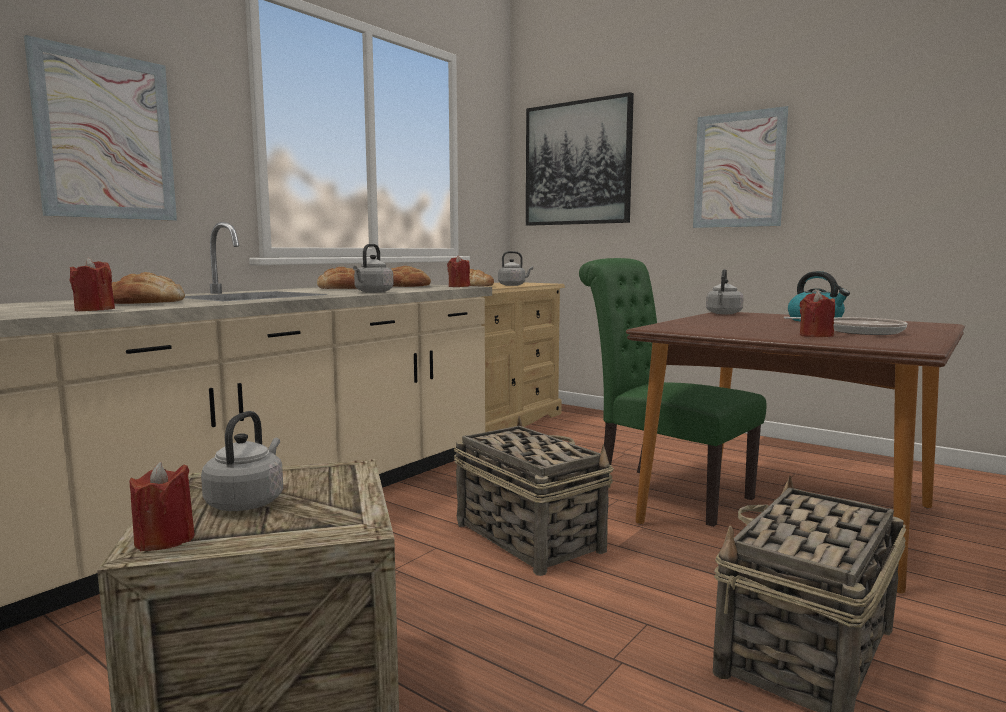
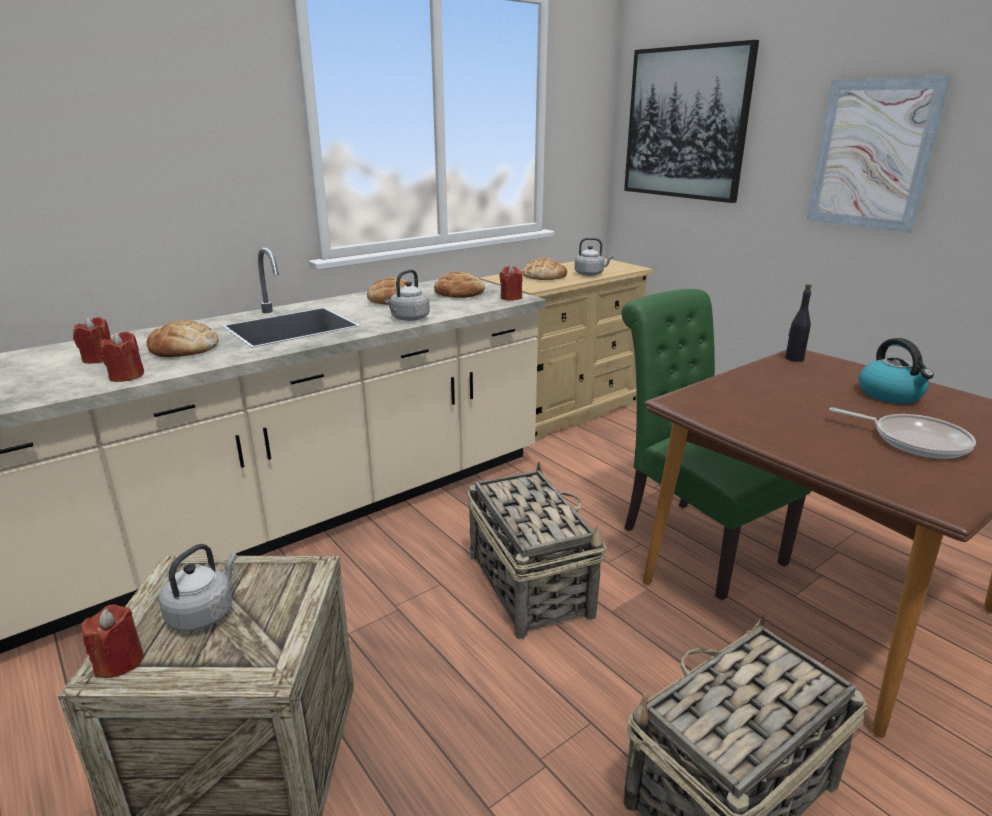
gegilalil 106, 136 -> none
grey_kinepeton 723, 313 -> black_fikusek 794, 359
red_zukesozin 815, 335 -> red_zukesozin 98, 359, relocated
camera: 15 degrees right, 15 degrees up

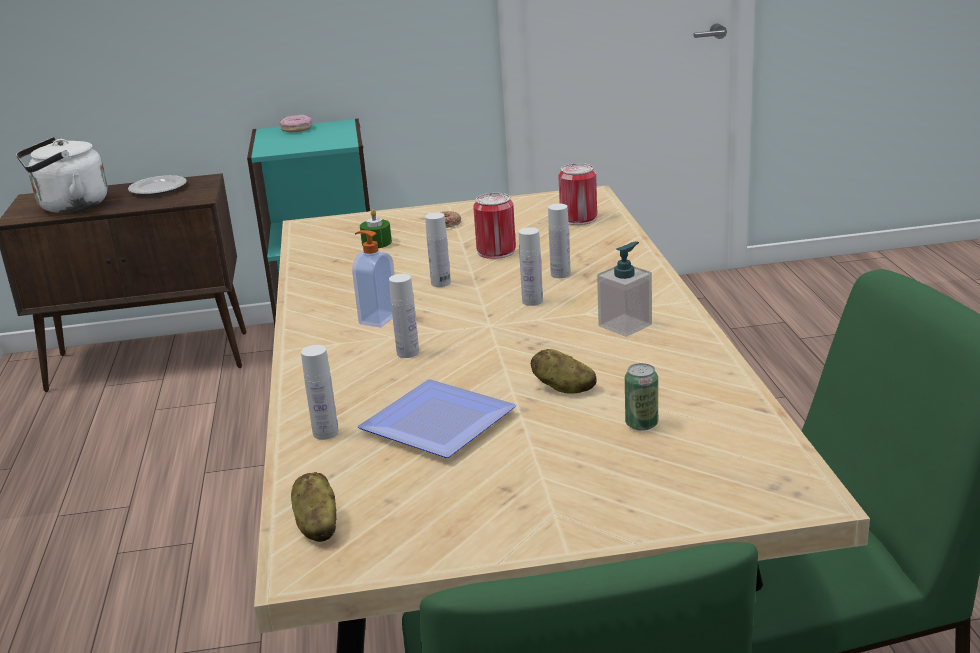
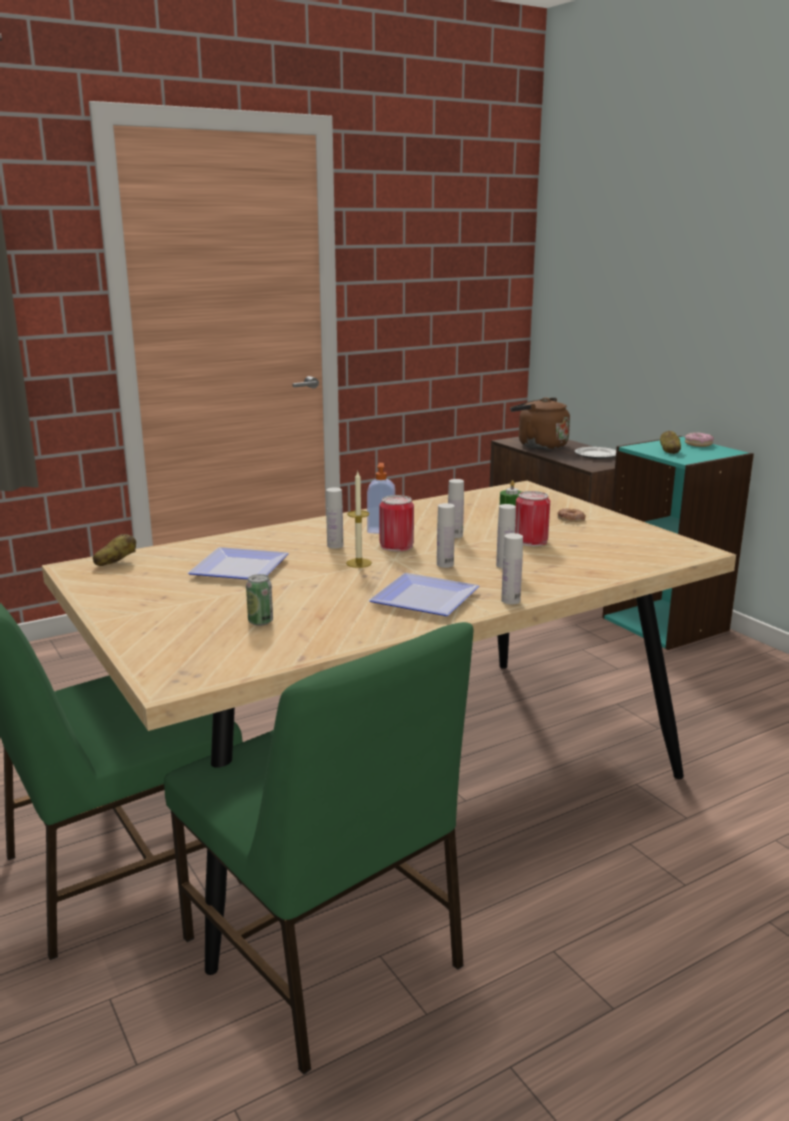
white_kinepeton 69, 207 -> brown_kinepeton 539, 446
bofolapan 578, 219 -> bofolapan 396, 546, relocated
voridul 625, 325 -> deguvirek 423, 597
white_fikusek 325, 433 -> white_fikusek 510, 600, relocated
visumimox 563, 388 -> visumimox 669, 451, relocated
none -> zukesozin 359, 563
camera: 65 degrees right, 5 degrees down

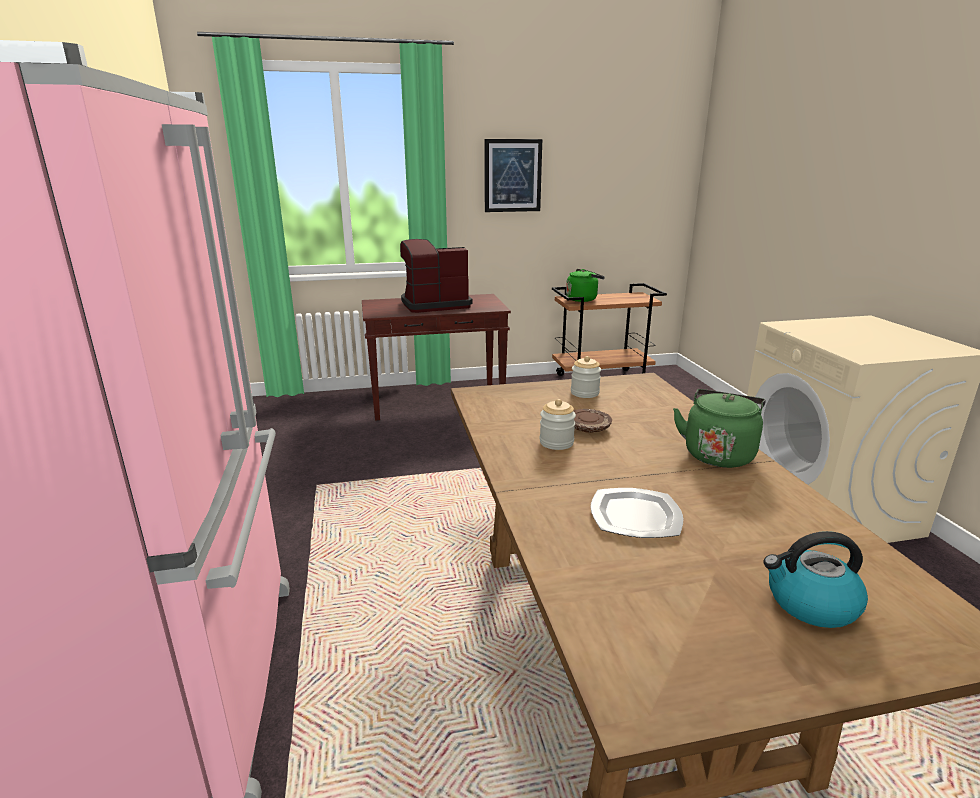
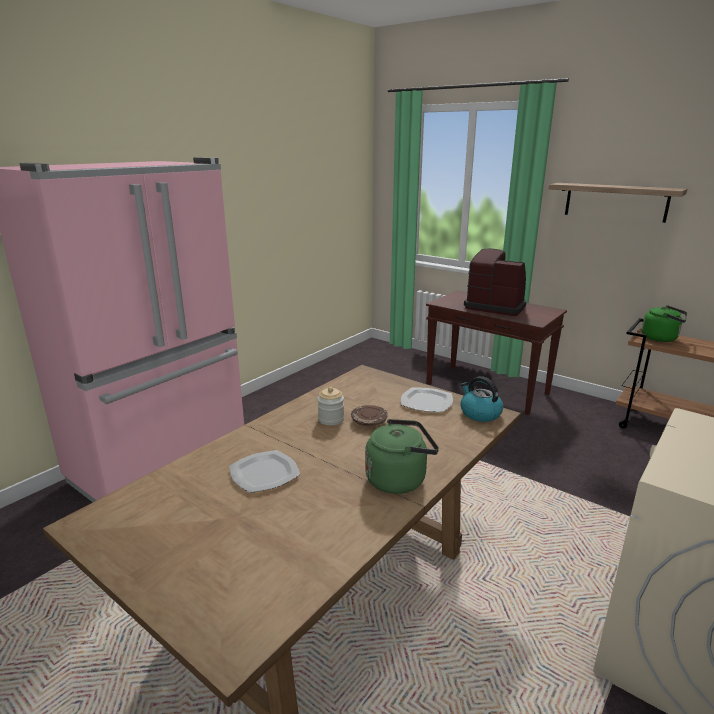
gegilalil 512, 176 -> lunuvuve 615, 202
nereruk 584, 393 -> deguvirek 427, 402
kinepeton 810, 603 -> kinepeton 479, 413, relocated
camera: 50 degrees right, 0 degrees up

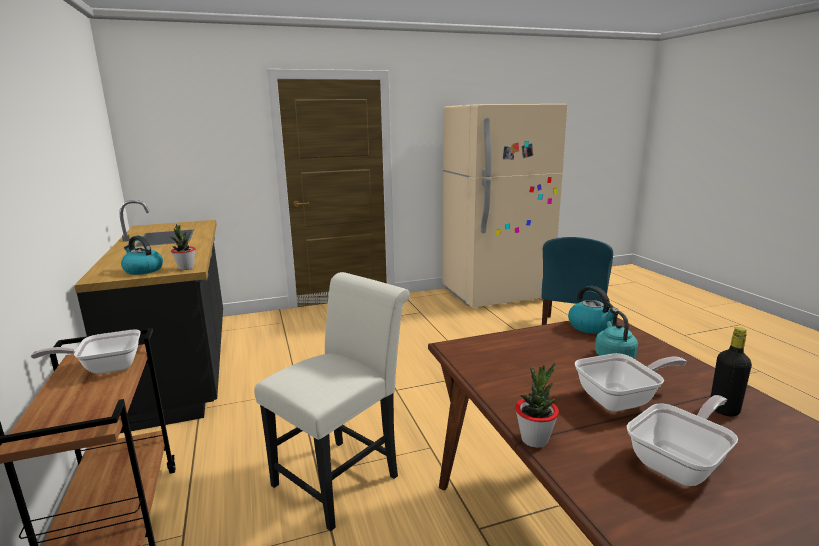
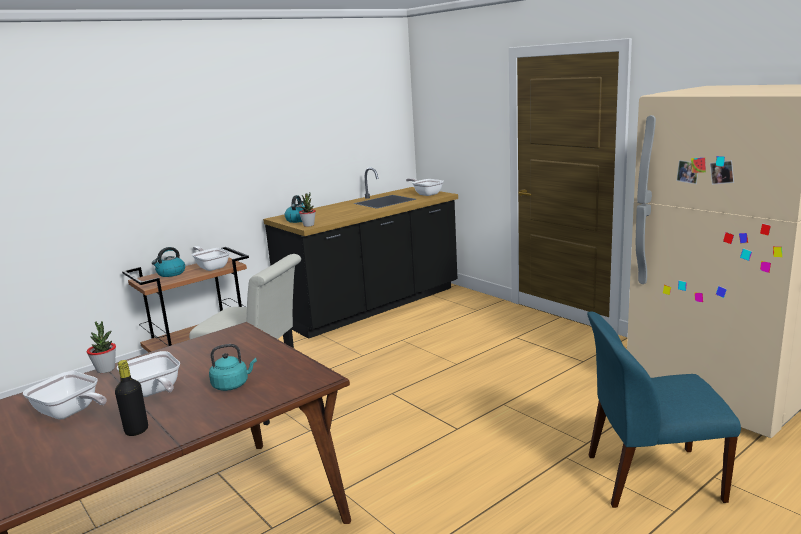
kinepeton 591, 327 -> kinepeton 171, 273, relocated
none -> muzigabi 426, 194
camera: 70 degrees right, 0 degrees up

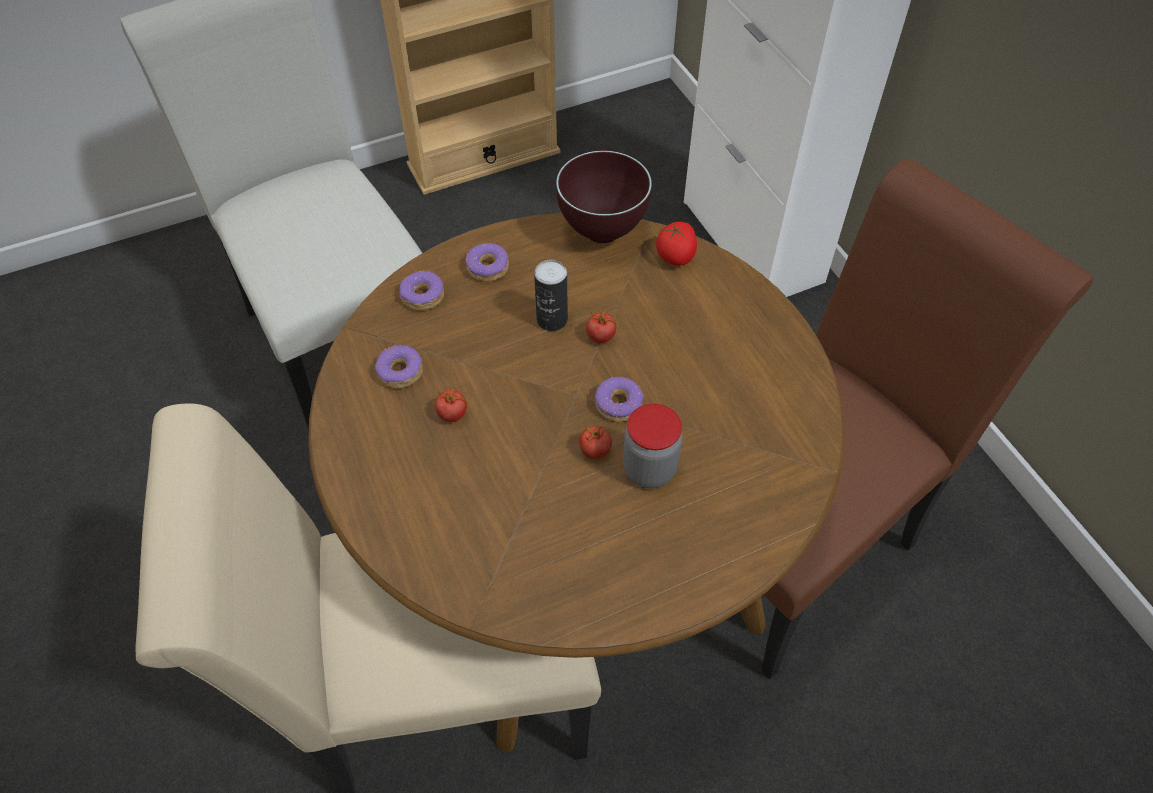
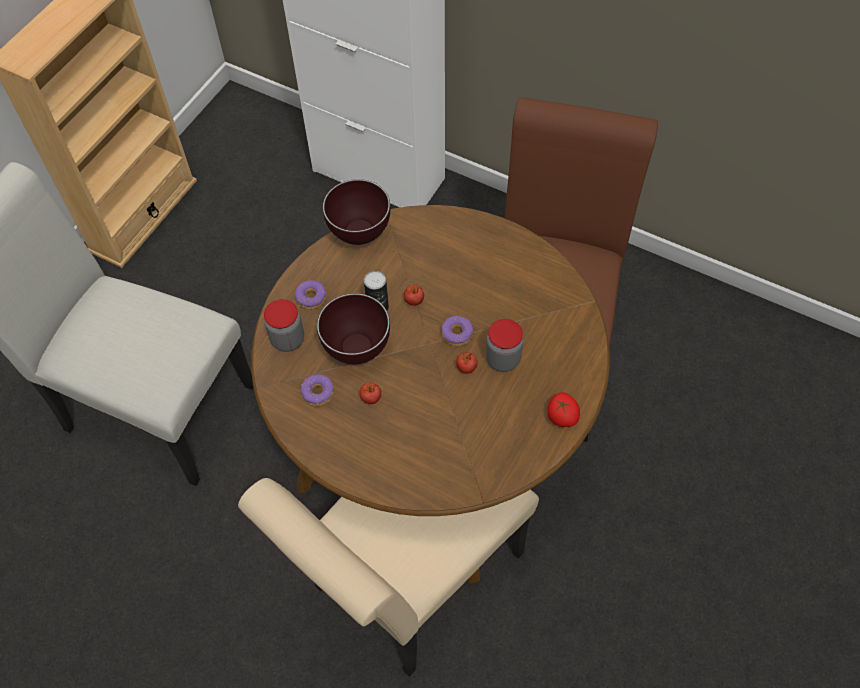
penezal 676, 256 -> penezal 561, 416, relocated
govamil 422, 296 -> nereruk 288, 340
none -> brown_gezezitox 359, 350
camera: 35 degrees left, 5 degrees up

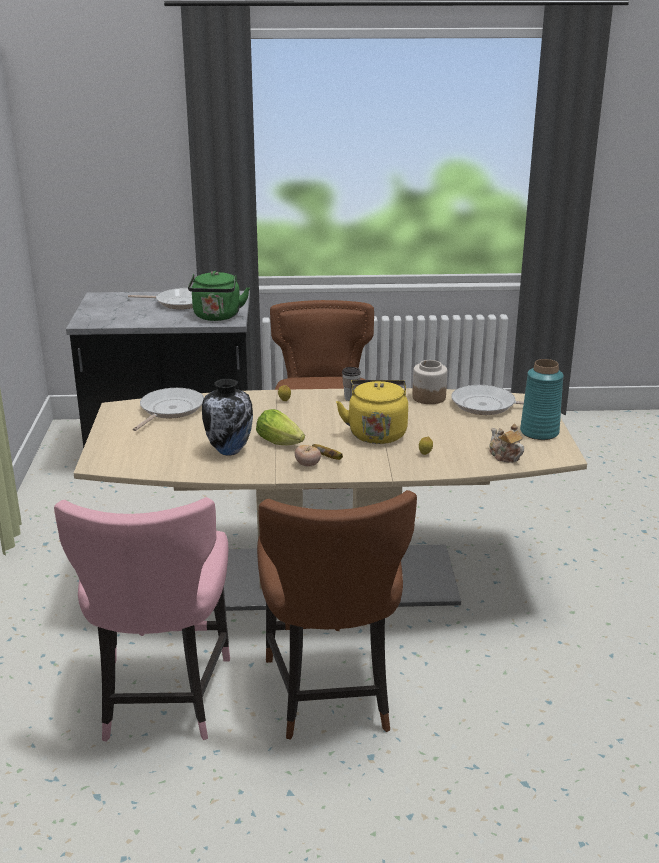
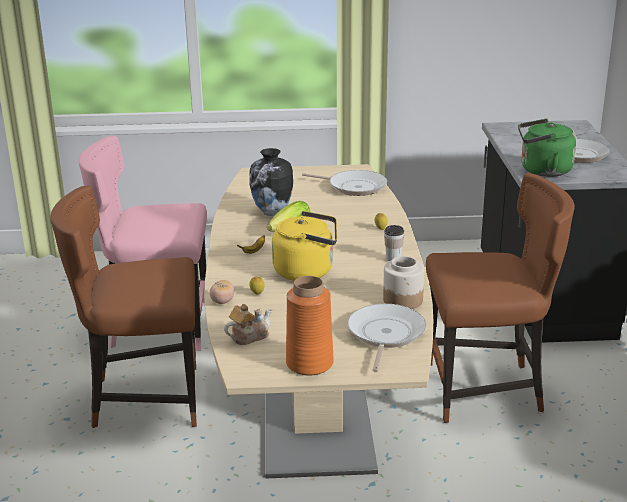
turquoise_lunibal 539, 432 -> orange_lunibal 309, 363
penezal 307, 465 -> penezal 222, 302, relocated
camera: 90 degrees right, 0 degrees up

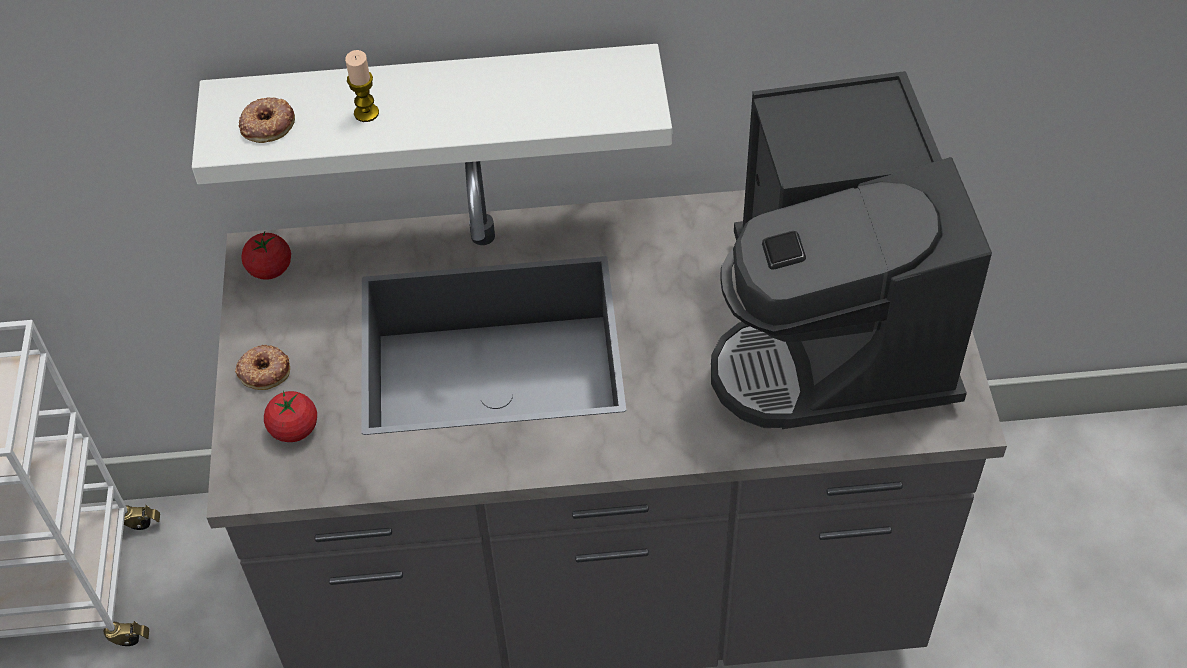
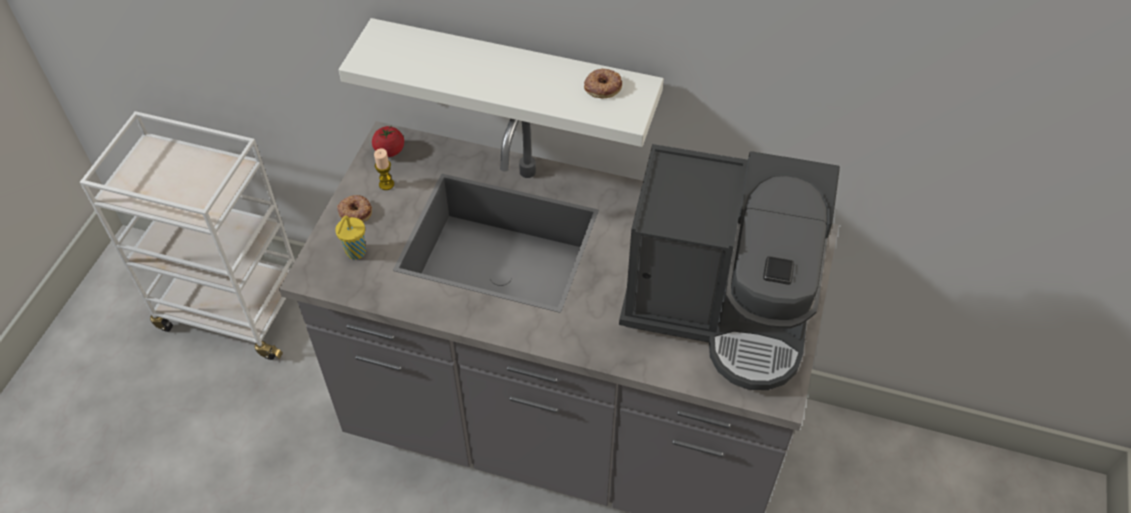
zukesozin 366, 113 -> zukesozin 386, 184, relocated
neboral 832, 331 -> neboral 721, 307, 90 degrees counterclockwise
govamil 267, 124 -> govamil 602, 86, relocated
penezal 294, 429 -> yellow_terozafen 355, 253
camera: 20 degrees right, 0 degrees up

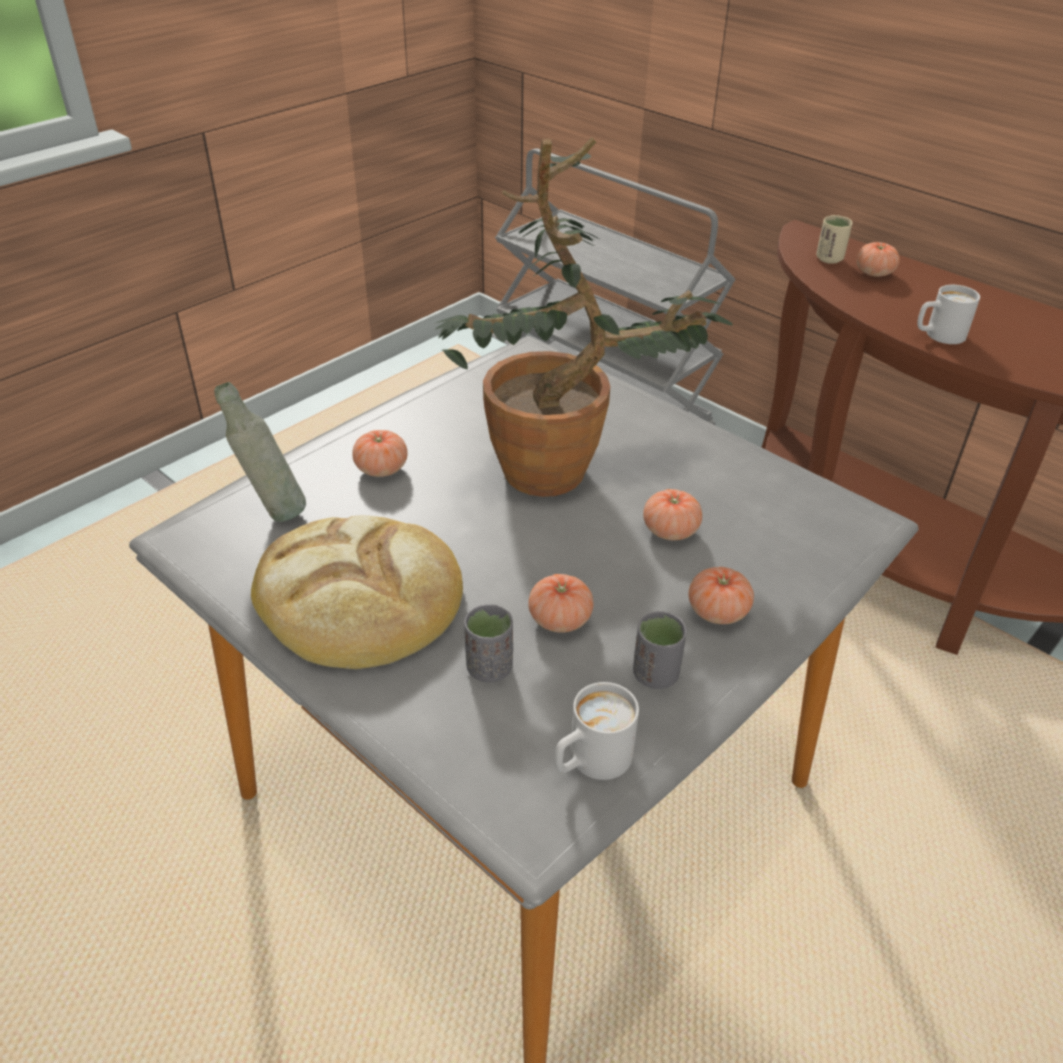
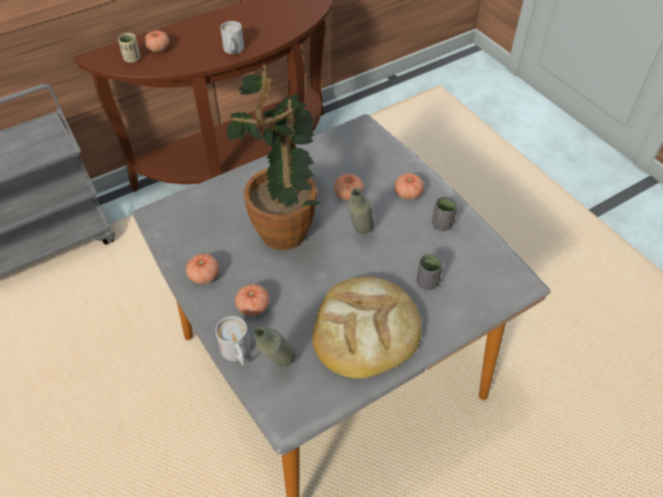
penezal 560, 619 -> penezal 204, 276, relocated
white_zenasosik 590, 762 -> white_zenasosik 237, 354, relocated
none -> grey_fikusek 360, 235
camera: 75 degrees left, 10 degrees up

